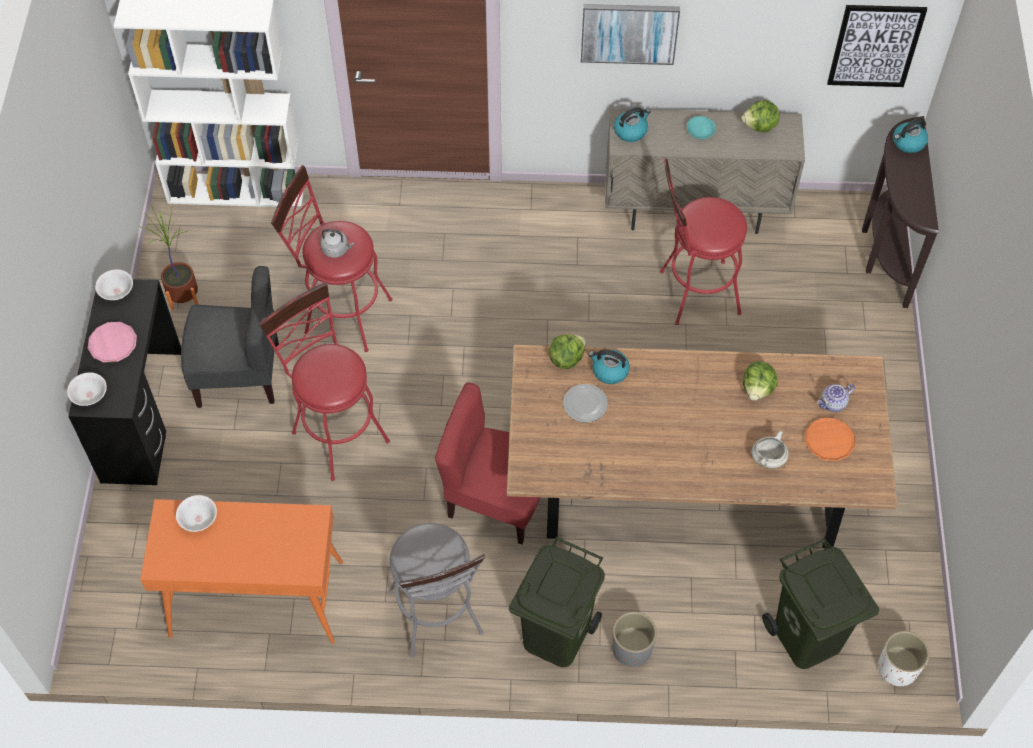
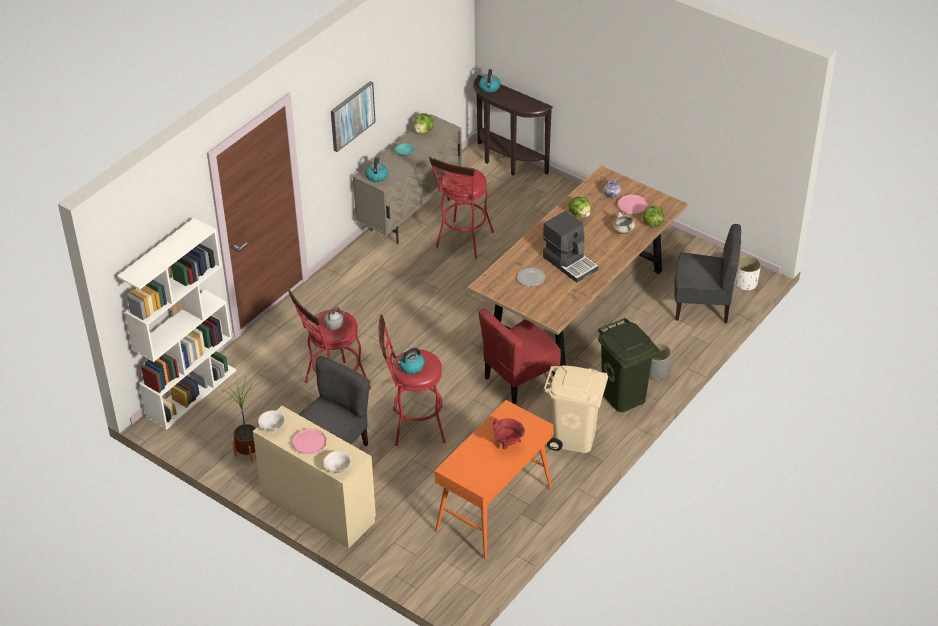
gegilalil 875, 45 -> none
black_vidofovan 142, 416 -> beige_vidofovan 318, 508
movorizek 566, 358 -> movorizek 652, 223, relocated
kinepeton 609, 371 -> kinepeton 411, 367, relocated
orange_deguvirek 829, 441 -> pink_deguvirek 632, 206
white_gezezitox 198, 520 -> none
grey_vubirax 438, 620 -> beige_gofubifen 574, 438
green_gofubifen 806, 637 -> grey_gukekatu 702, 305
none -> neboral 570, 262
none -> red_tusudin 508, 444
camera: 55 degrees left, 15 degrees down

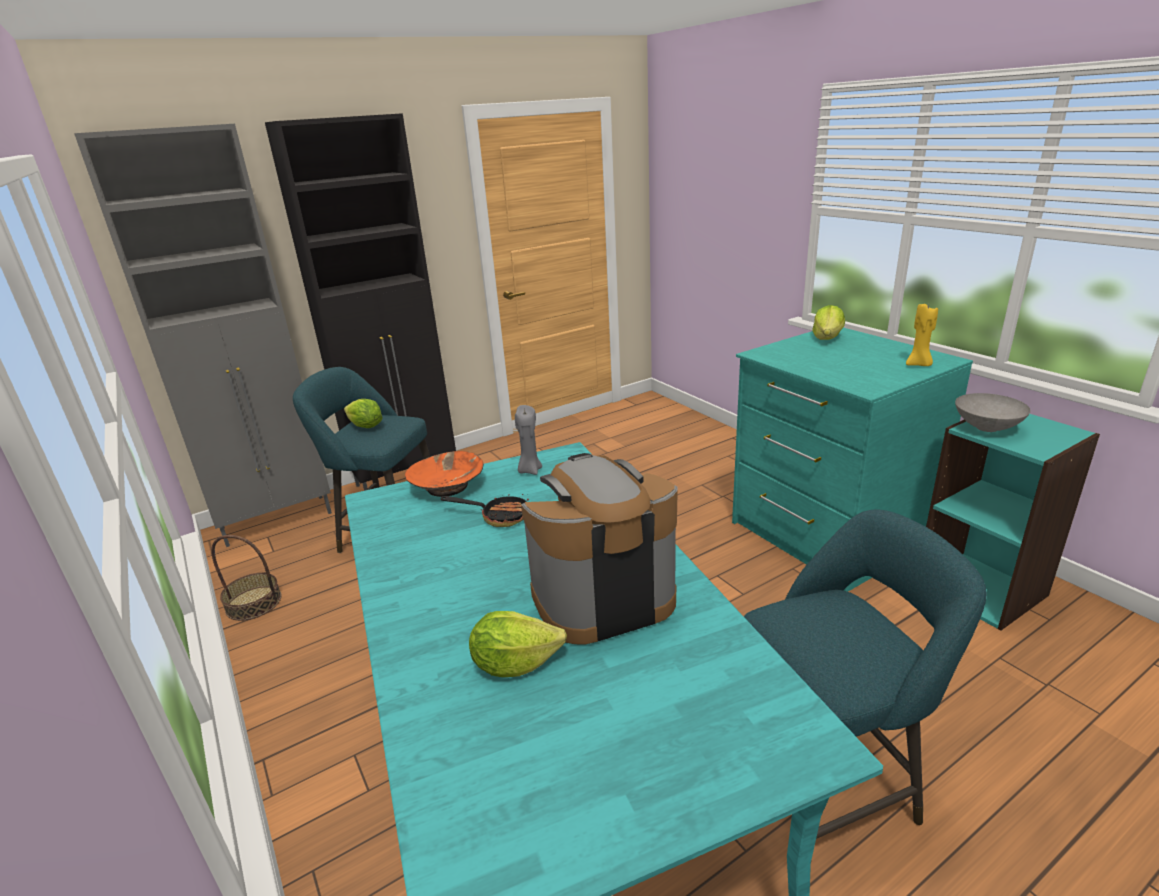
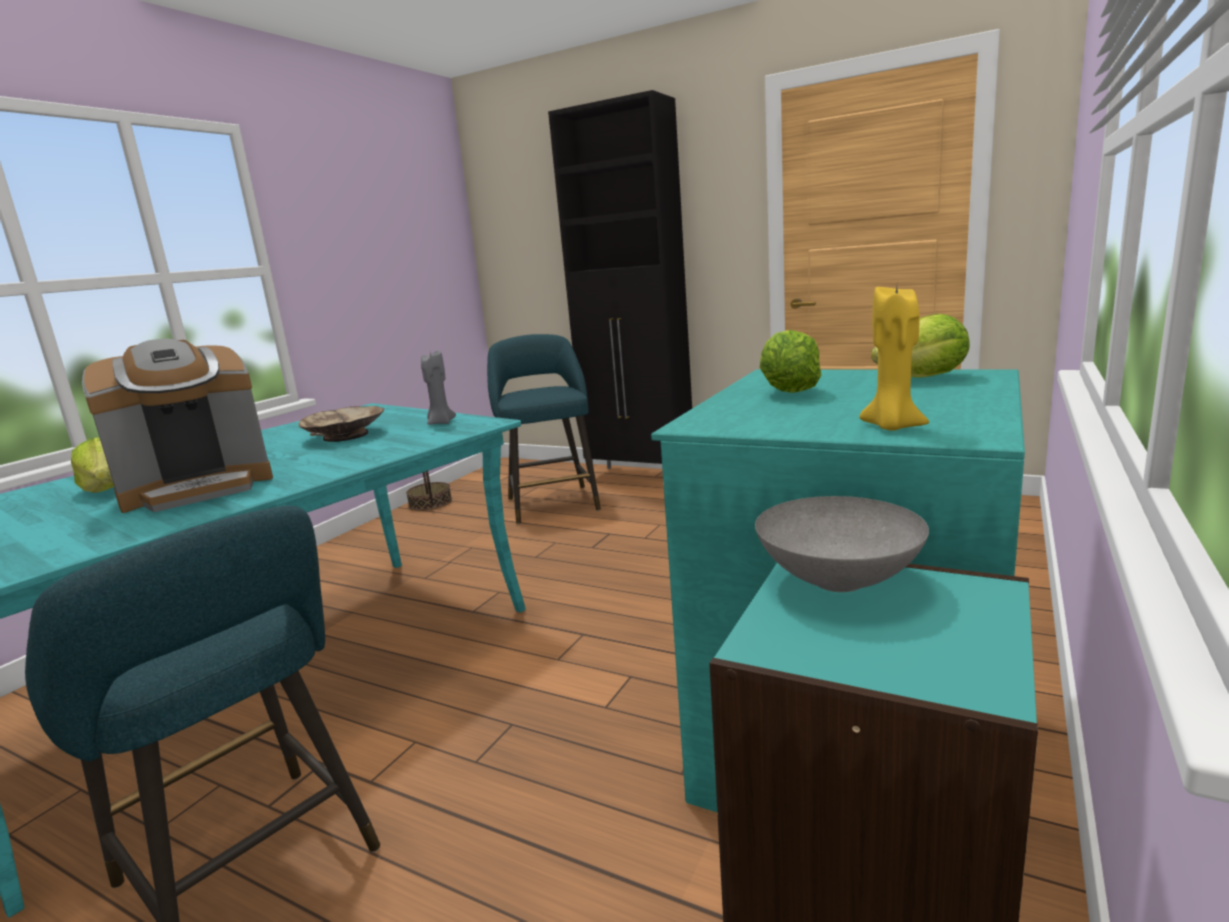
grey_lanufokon 278, 520 -> none
movorizek 365, 427 -> movorizek 788, 392, relocated
orange_gezezitox 448, 486 -> none
neboral 602, 598 -> neboral 199, 488, 105 degrees clockwise
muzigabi 498, 516 -> beige_gezezitox 345, 435
camera: 60 degrees right, 10 degrees down

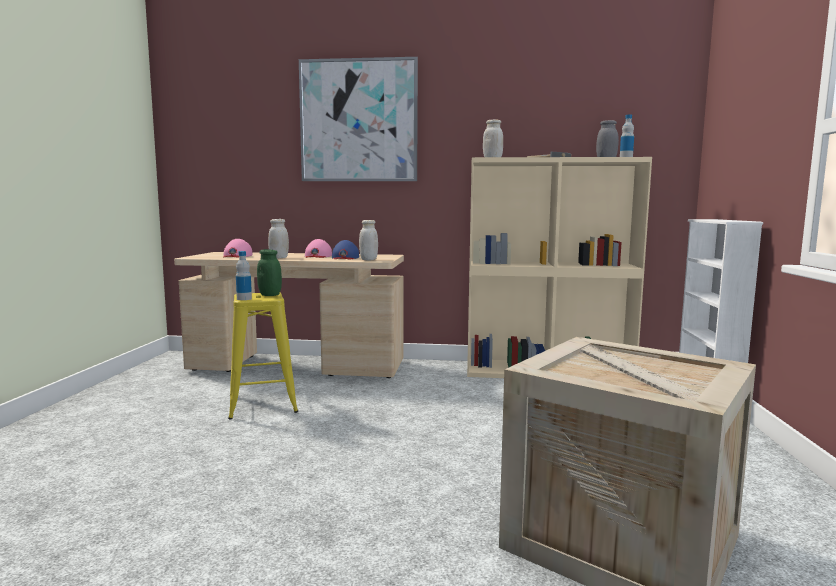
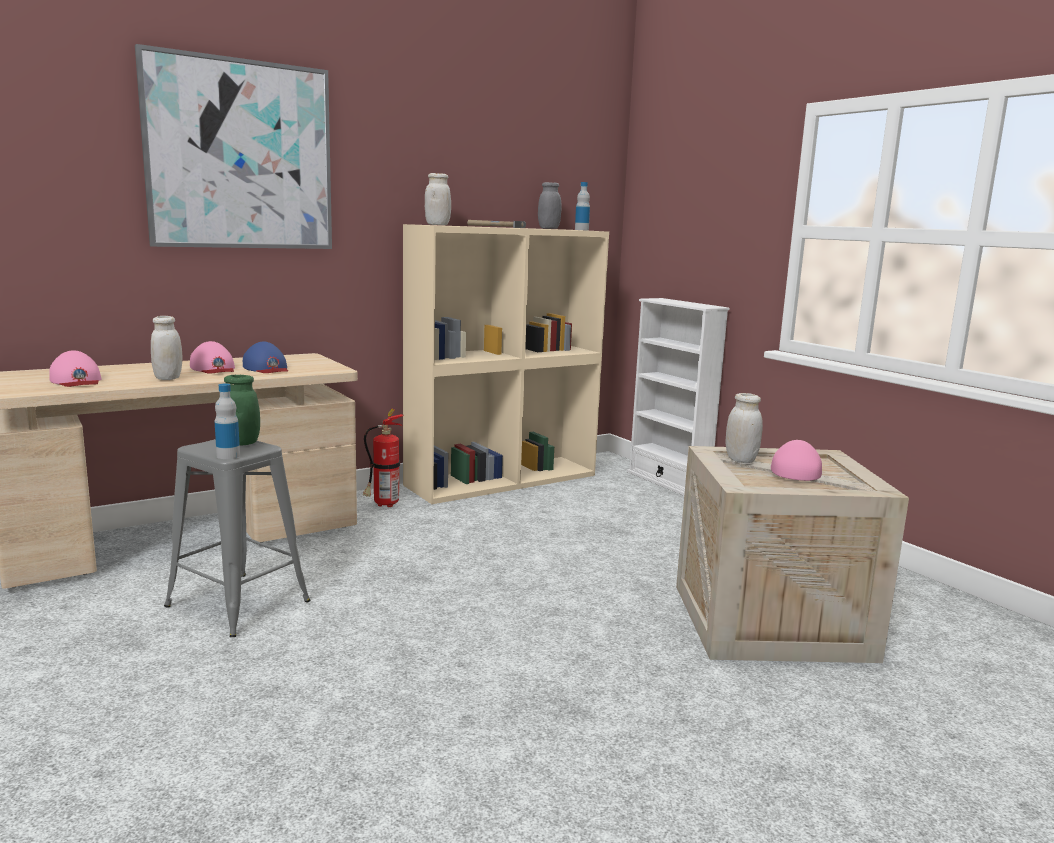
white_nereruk 368, 259 -> white_nereruk 741, 460, relocated
yellow_vubirax 262, 403 -> grey_vubirax 238, 604
none -> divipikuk 383, 505
none -> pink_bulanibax 795, 469
camera: 40 degrees left, 5 degrees up

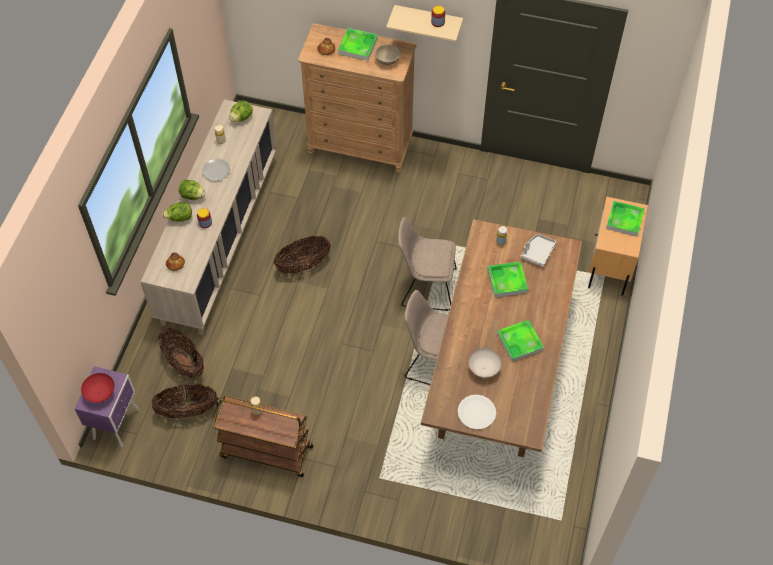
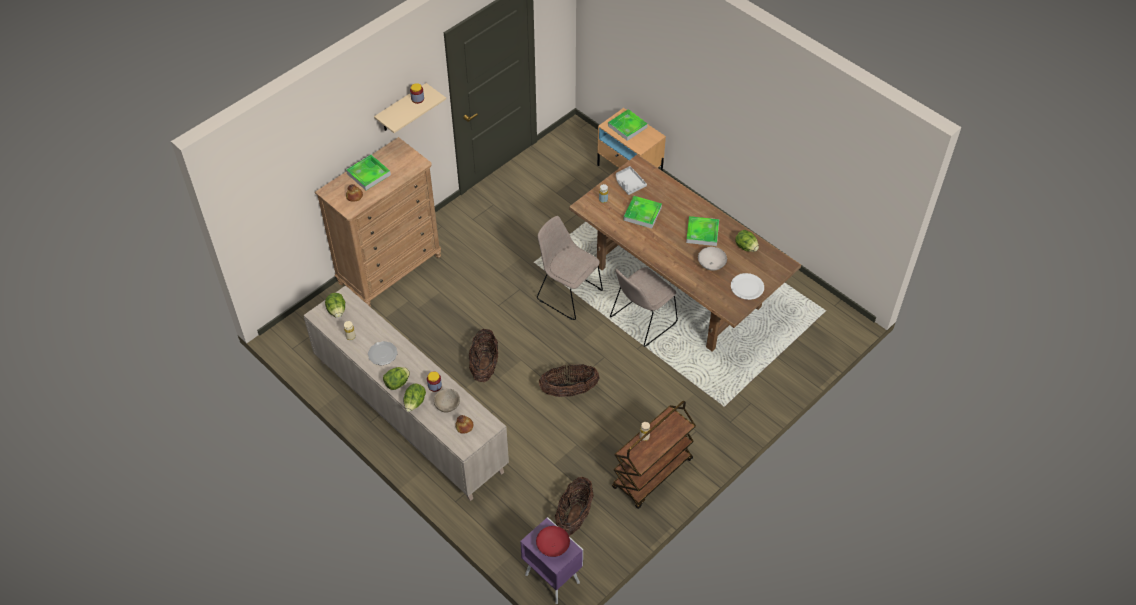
beige_gezezitox 387, 60 -> beige_gezezitox 447, 405, relocated
beige_gukekatu 426, 286 -> beige_gukekatu 567, 293, 90 degrees clockwise
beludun 184, 362 -> beludun 569, 390, relocated
none -> movorizek 746, 247
camera: 60 degrees left, 5 degrees down

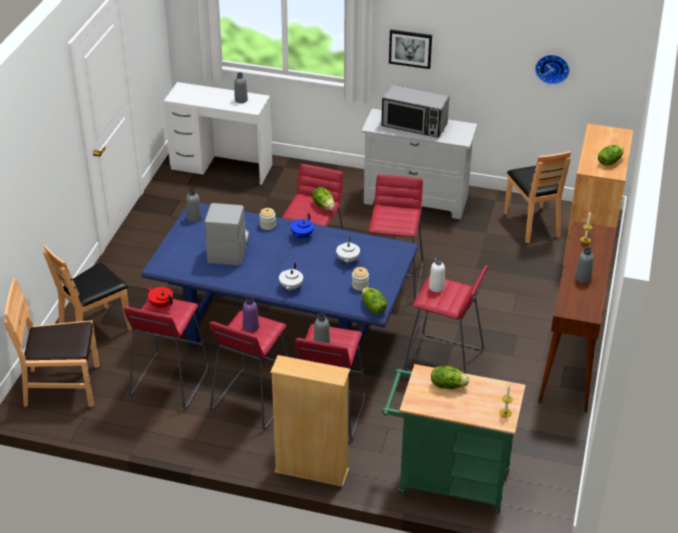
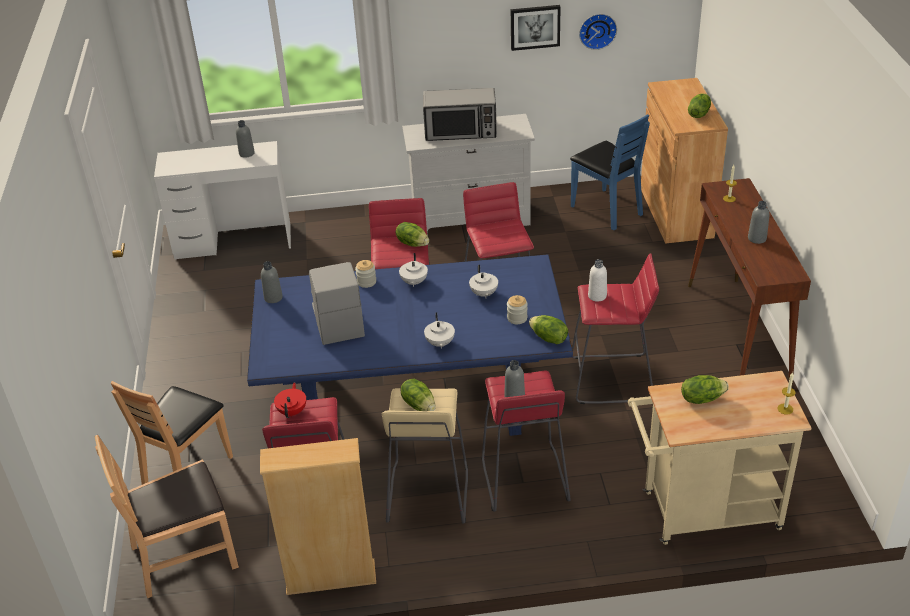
gegilalil 410, 48 -> gegilalil 535, 27, relocated
brown_gukekatu 532, 224 -> blue_gukekatu 606, 209
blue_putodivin 301, 236 -> white_putodivin 413, 282
red_putodivin 161, 304 -> red_putodivin 292, 411, 75 degrees clockwise
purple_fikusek 251, 327 -> movorizek 419, 404
red_vubirax 251, 400 -> beige_vubirax 427, 494
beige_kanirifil 311, 471 -> beige_kanirifil 331, 578, relocated
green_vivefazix 447, 481 -> beige_vivefazix 702, 513
camera: 20 degrees left, 0 degrees up

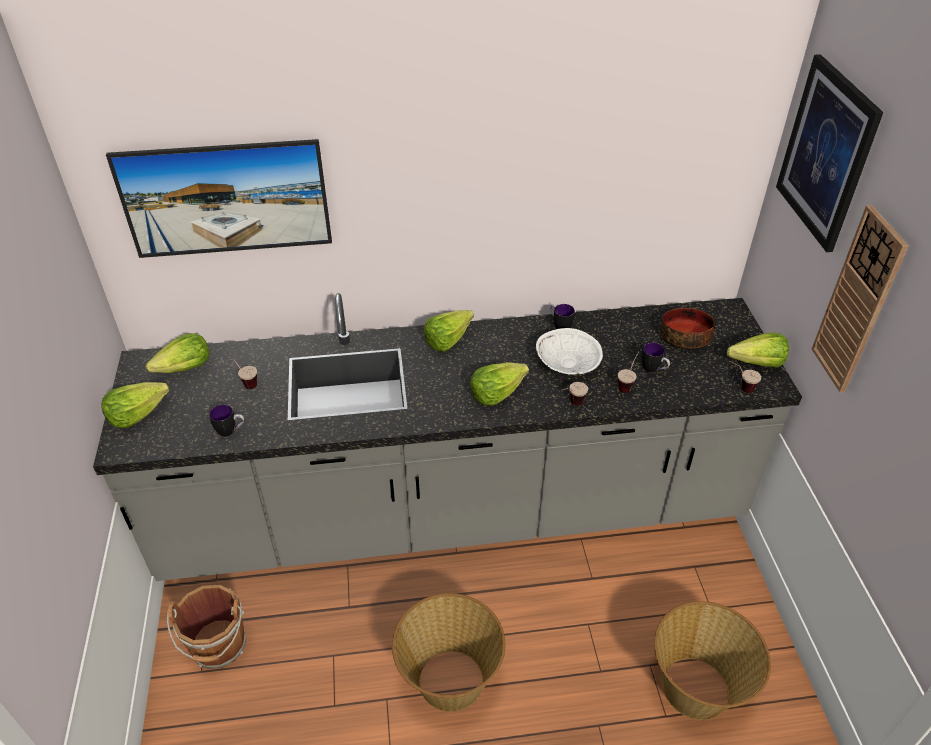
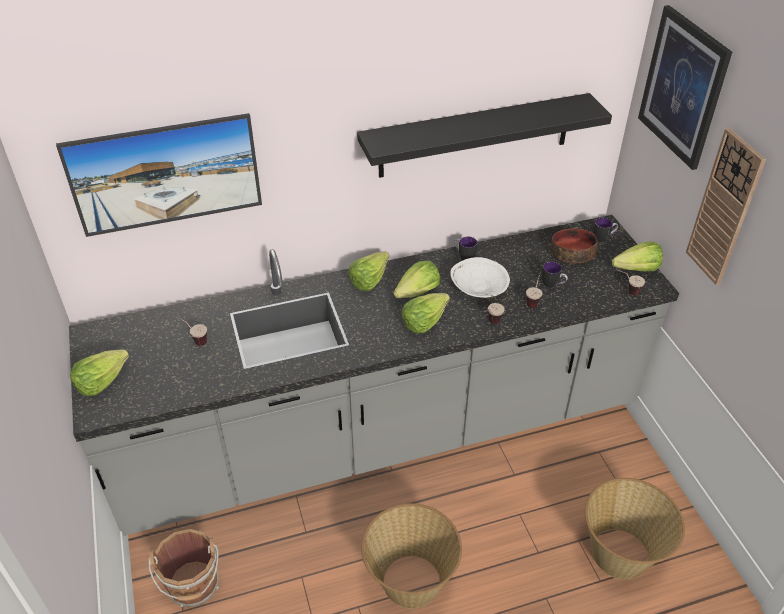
movorizek 185, 368 -> movorizek 418, 292, relocated
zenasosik 231, 431 -> zenasosik 603, 238, relocated
none -> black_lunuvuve 475, 136
camera: 10 degrees left, 0 degrees up

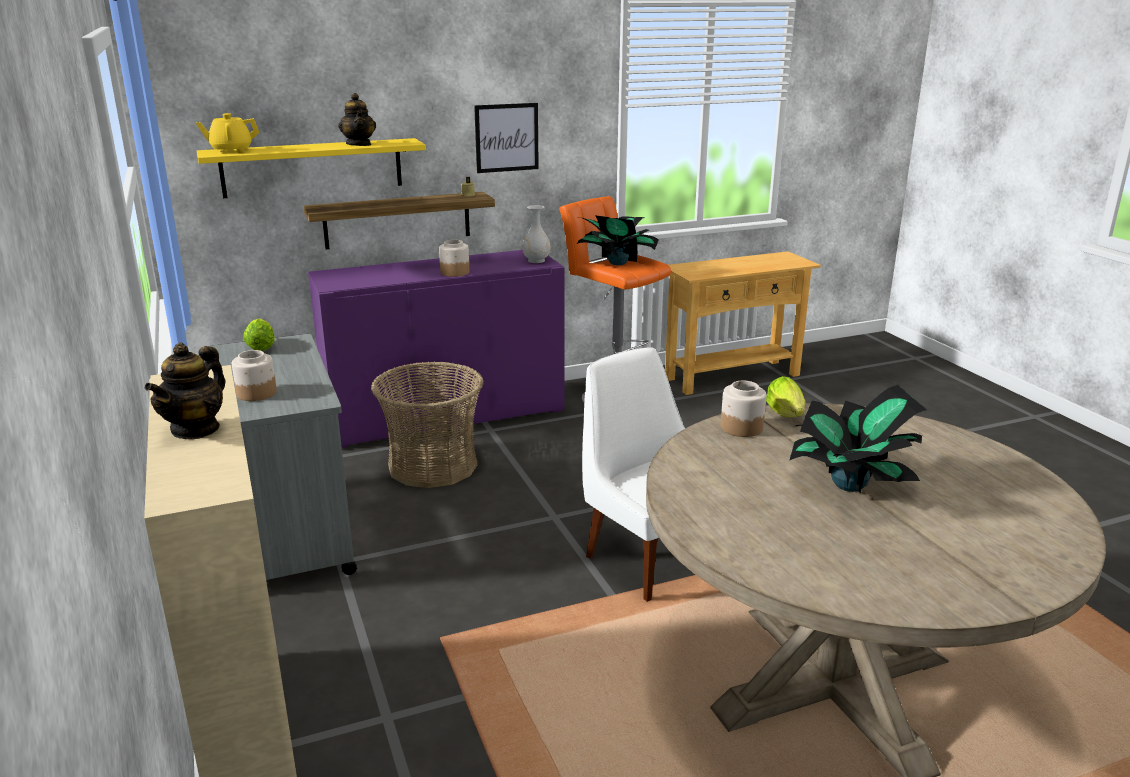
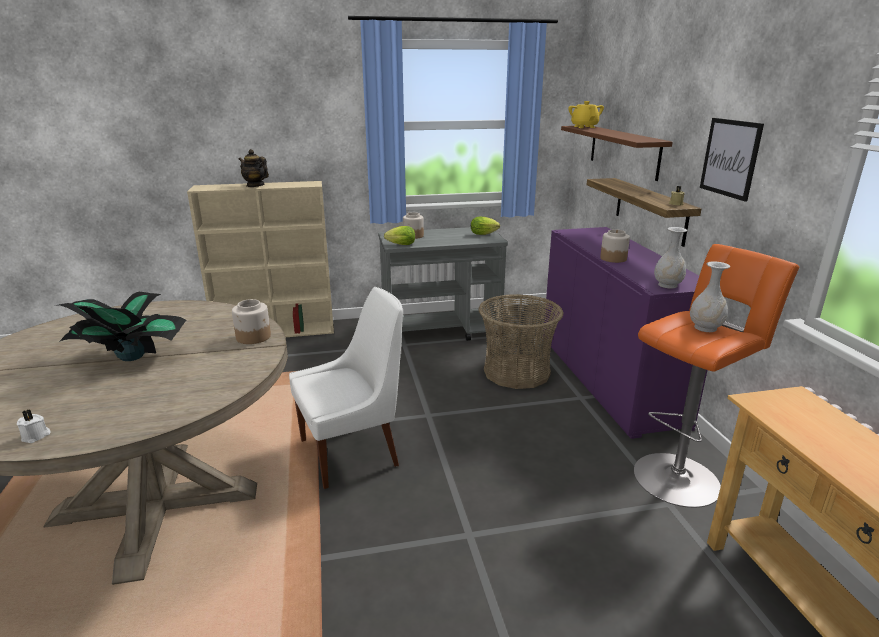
putodivin 359, 144 -> none
yellow_lunuvuve 312, 167 -> brown_lunuvuve 623, 151
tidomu 617, 263 -> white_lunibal 705, 328
movorizek 787, 416 -> movorizek 399, 245, relocated
none -> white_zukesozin 36, 436
camera: 100 degrees right, 0 degrees up

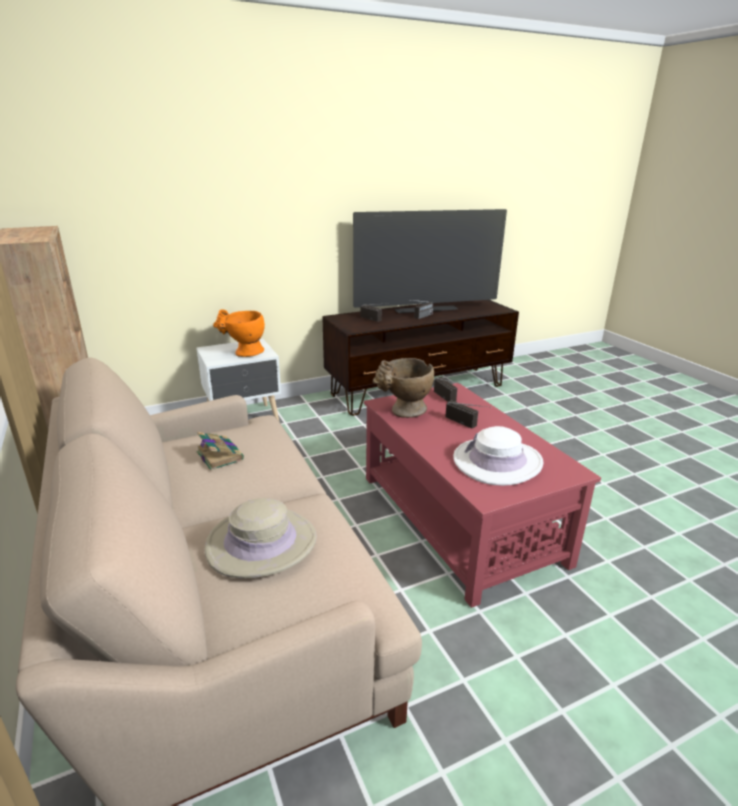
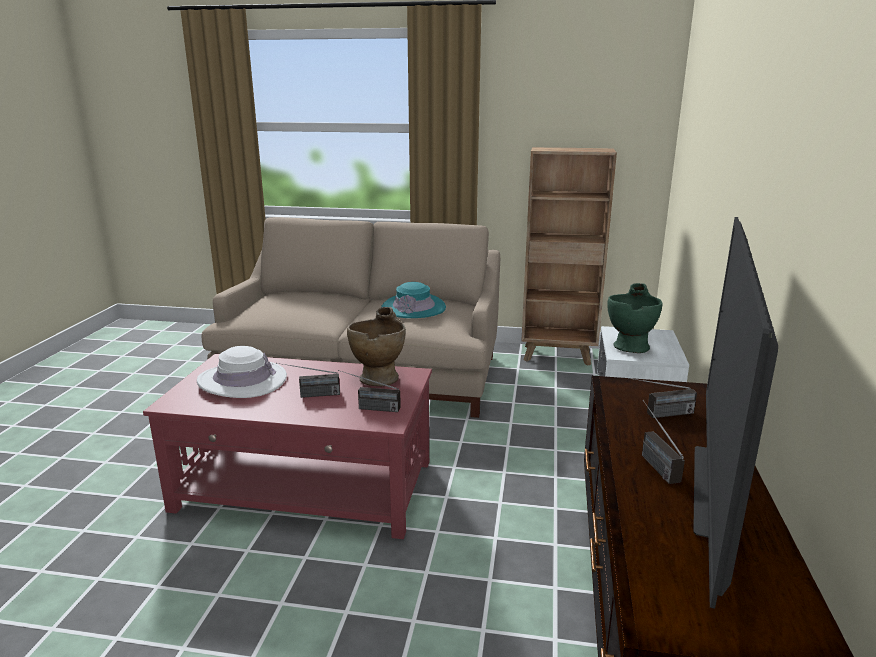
orange_lunibal 244, 353 -> green_lunibal 630, 345
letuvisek 219, 455 -> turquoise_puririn 413, 308
beige_puririn 261, 543 -> none
camera: 125 degrees right, 5 degrees down

